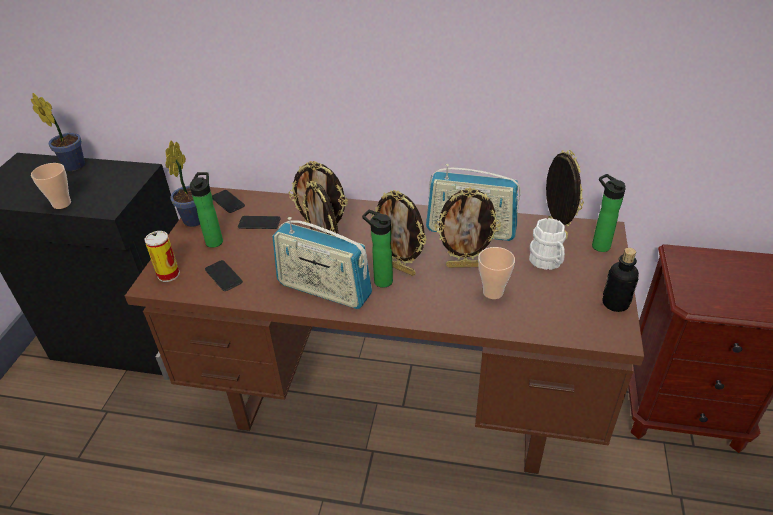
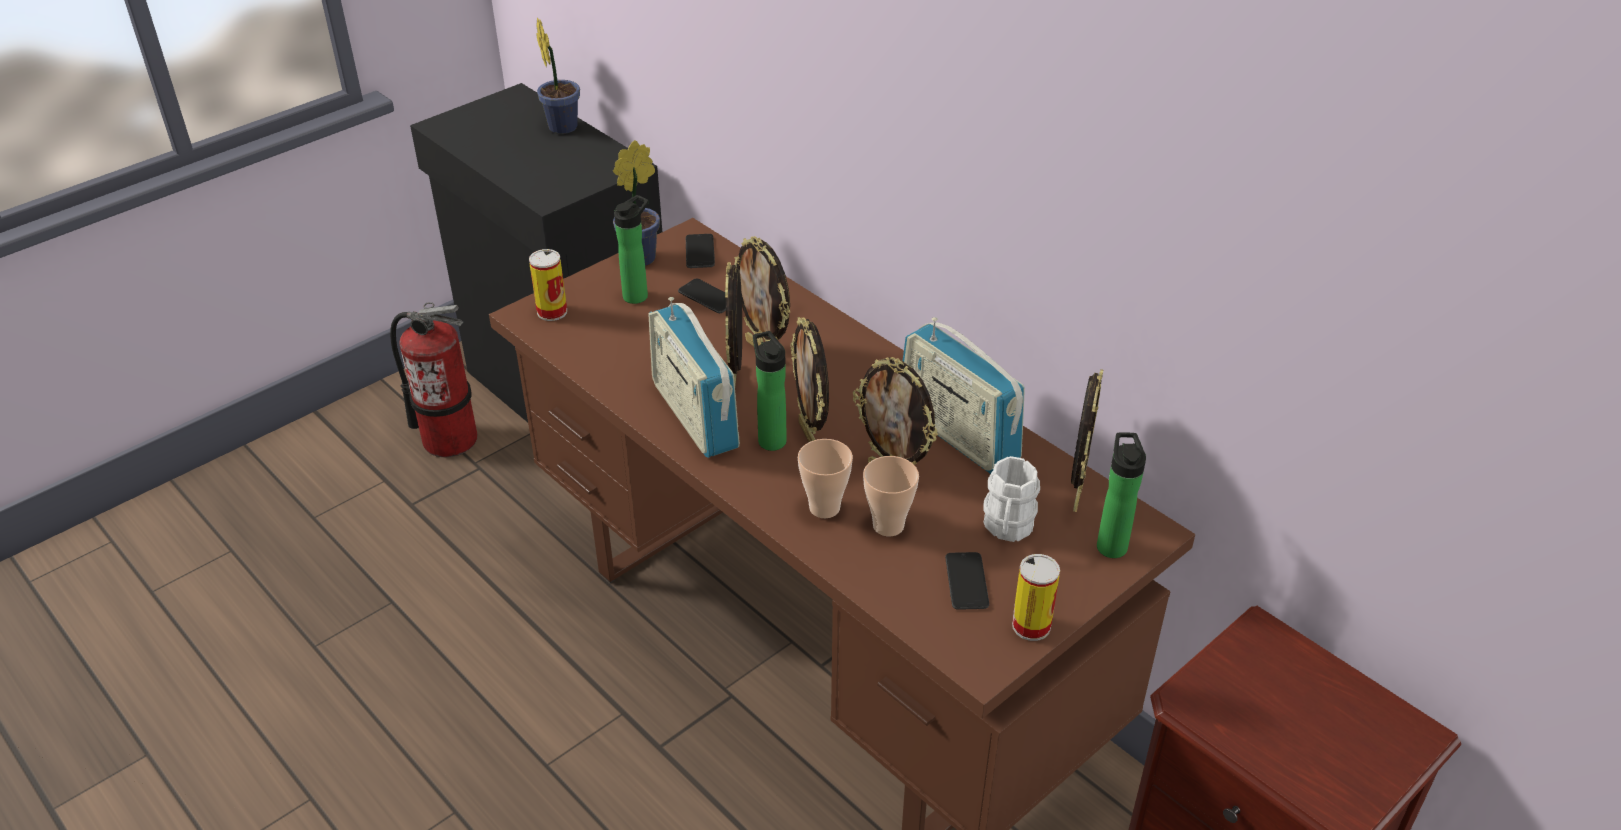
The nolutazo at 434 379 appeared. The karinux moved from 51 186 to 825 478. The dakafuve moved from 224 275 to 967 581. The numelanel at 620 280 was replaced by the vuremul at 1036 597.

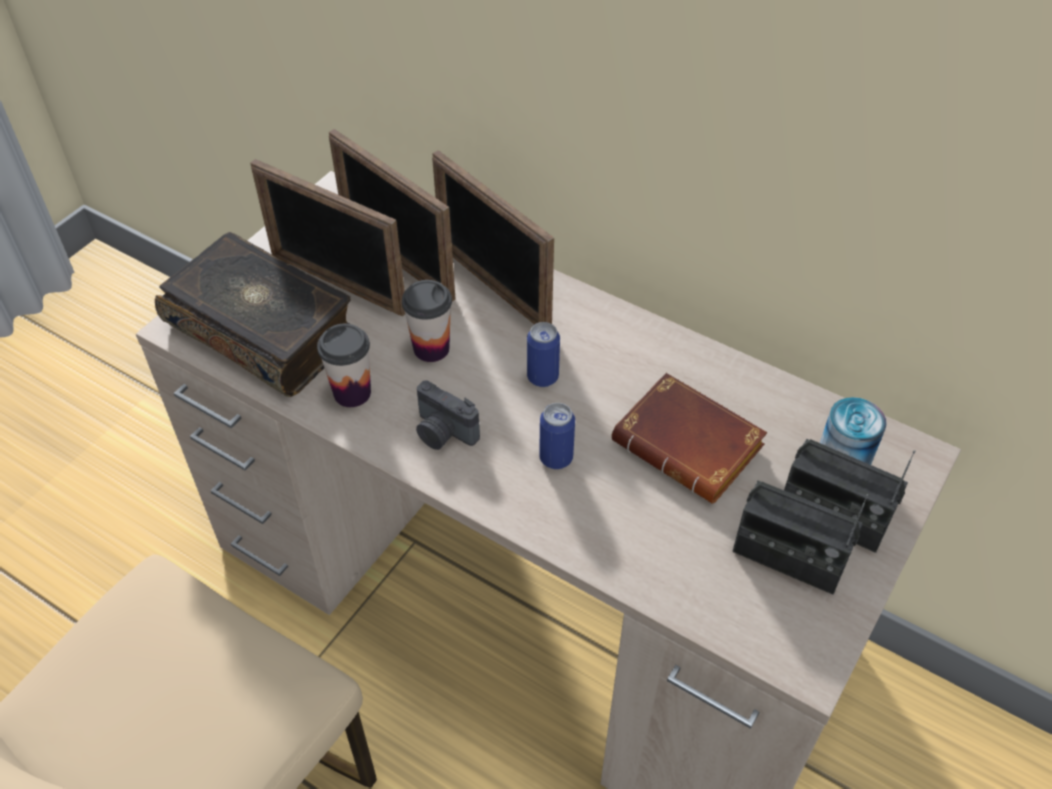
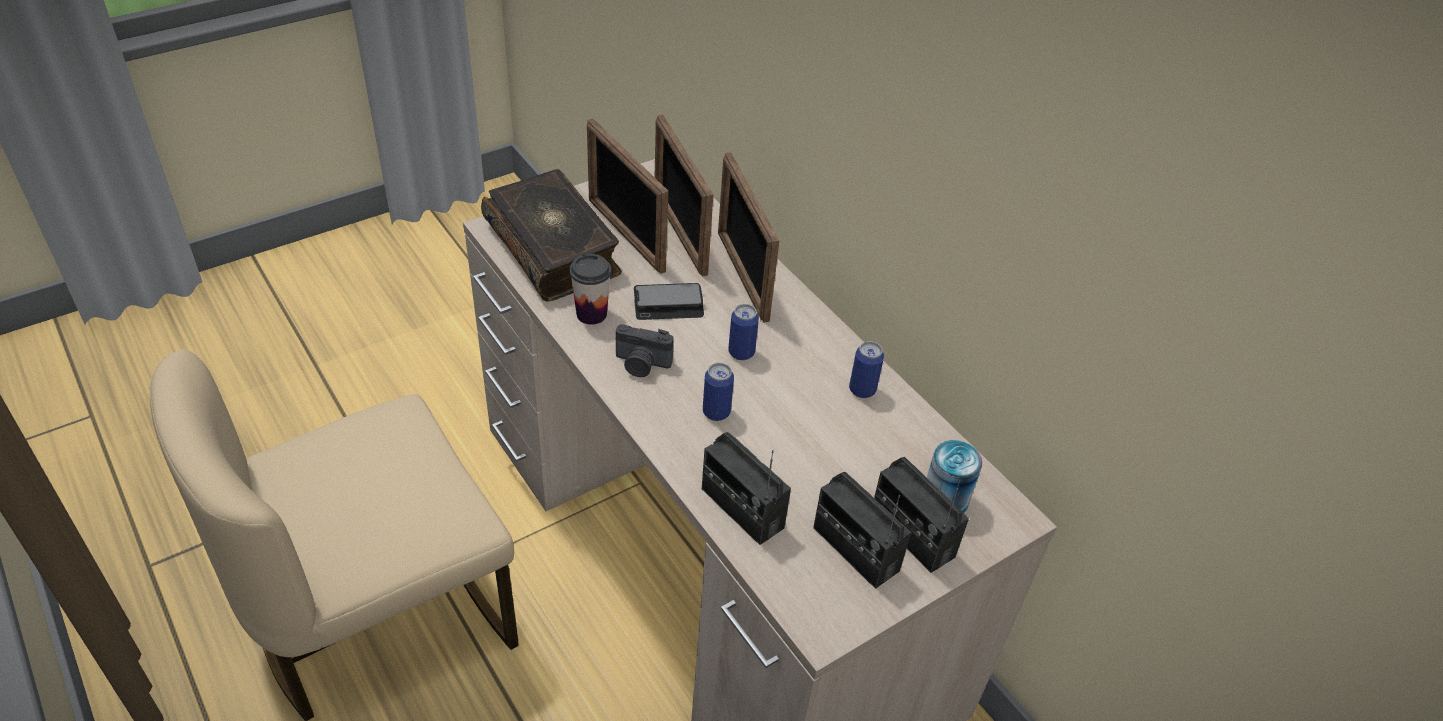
The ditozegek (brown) at 689 438 disappeared. The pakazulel at 746 488 appeared. The vuremul at 866 369 appeared. The karinux at 427 321 was replaced by the dakafuve at 669 301. The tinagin at 448 415 turned 45 degrees counterclockwise.

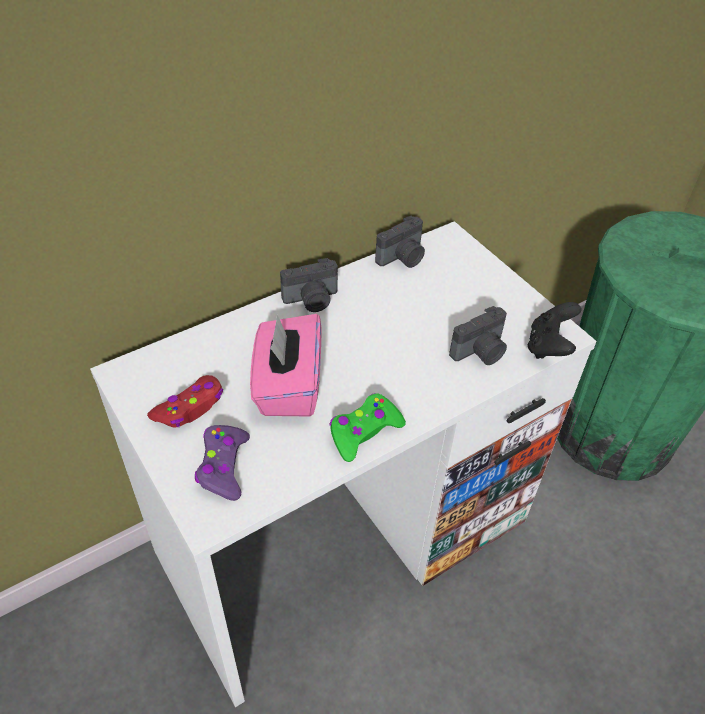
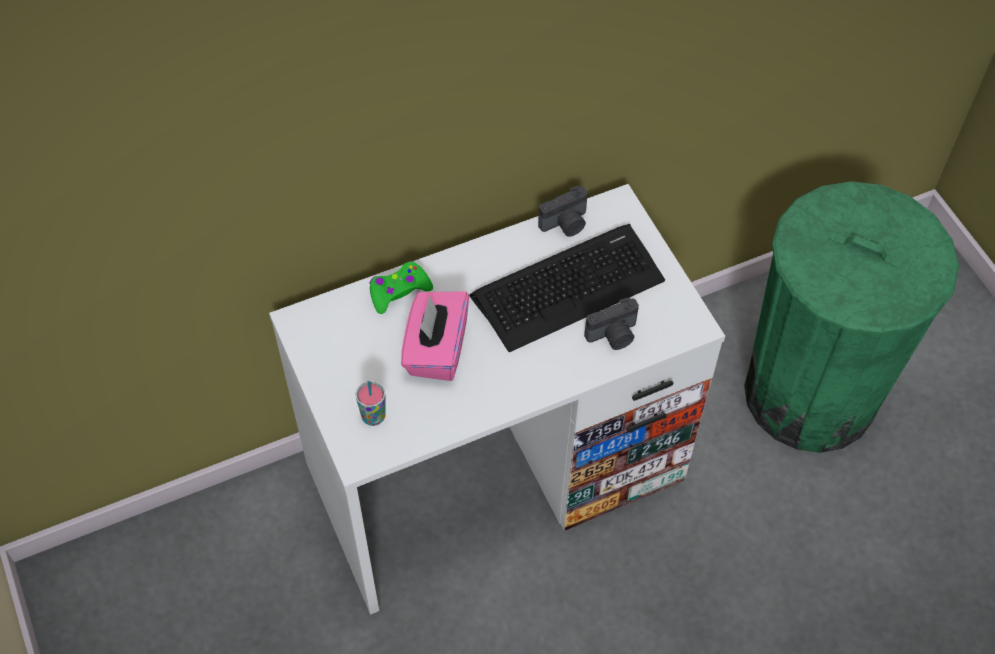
The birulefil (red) at 185 401 disappeared. The tinagin at 309 285 disappeared. The birulefil (black) at 554 330 disappeared. The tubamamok at 567 288 appeared. The birulefil (green) moved from 367 427 to 401 287. The birulefil (purple) at 222 463 was replaced by the karinux at 371 403.

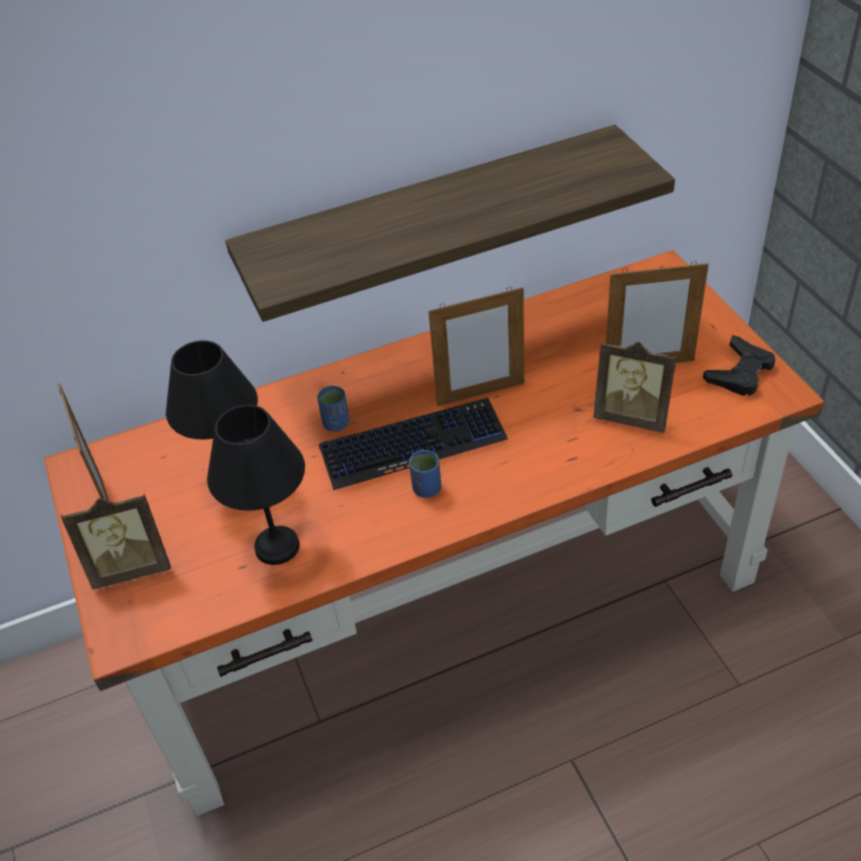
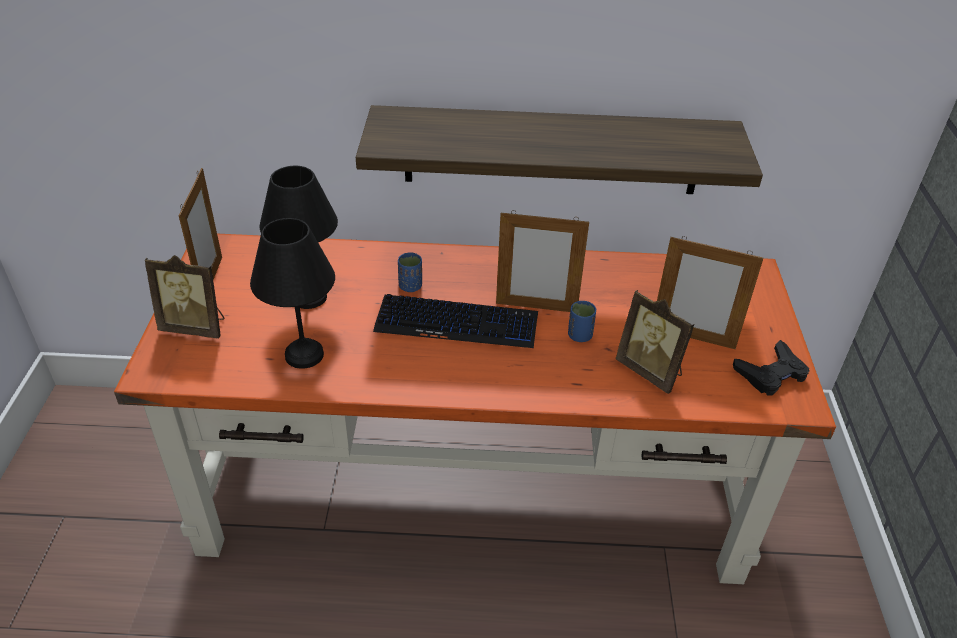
The karinux (blue) moved from 425 474 to 582 321.

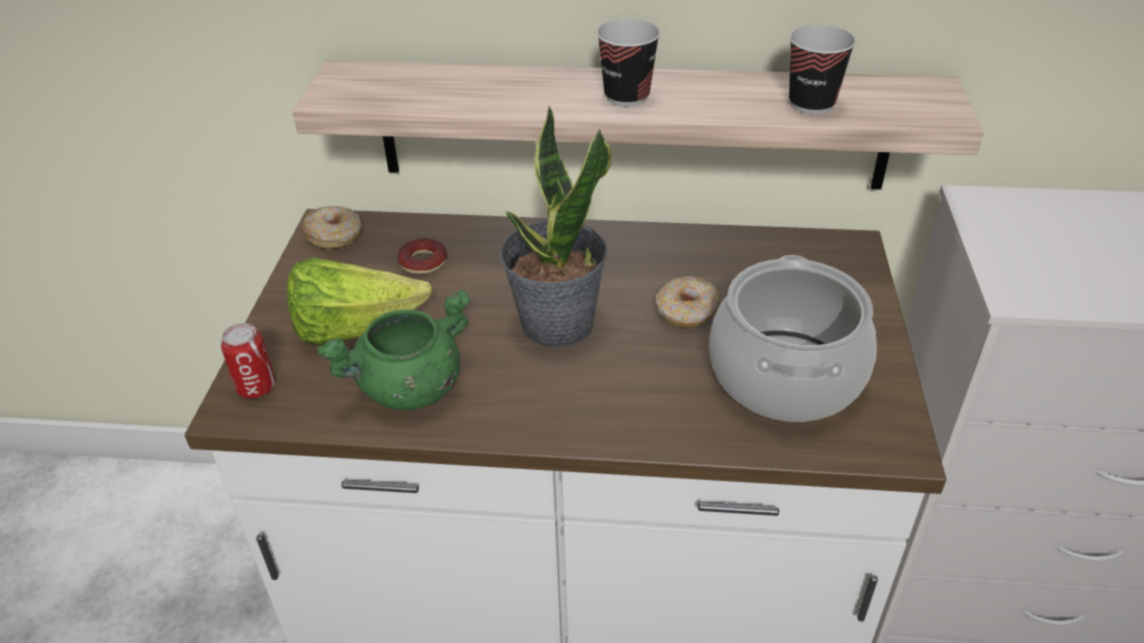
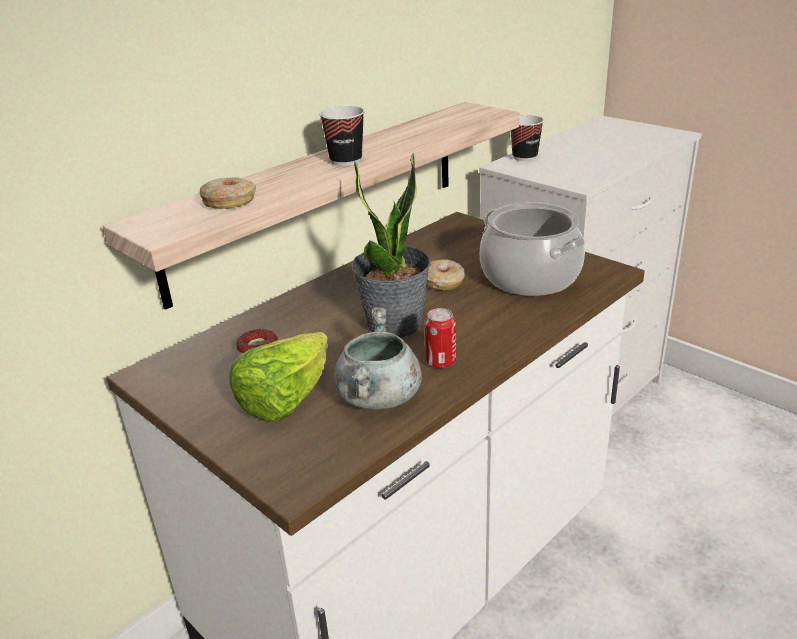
The vuremul moved from 248 360 to 440 338. The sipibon moved from 332 227 to 228 193. The karinux moved from 822 69 to 527 138. The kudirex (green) at 393 349 became the kudirex (grey) at 378 358.

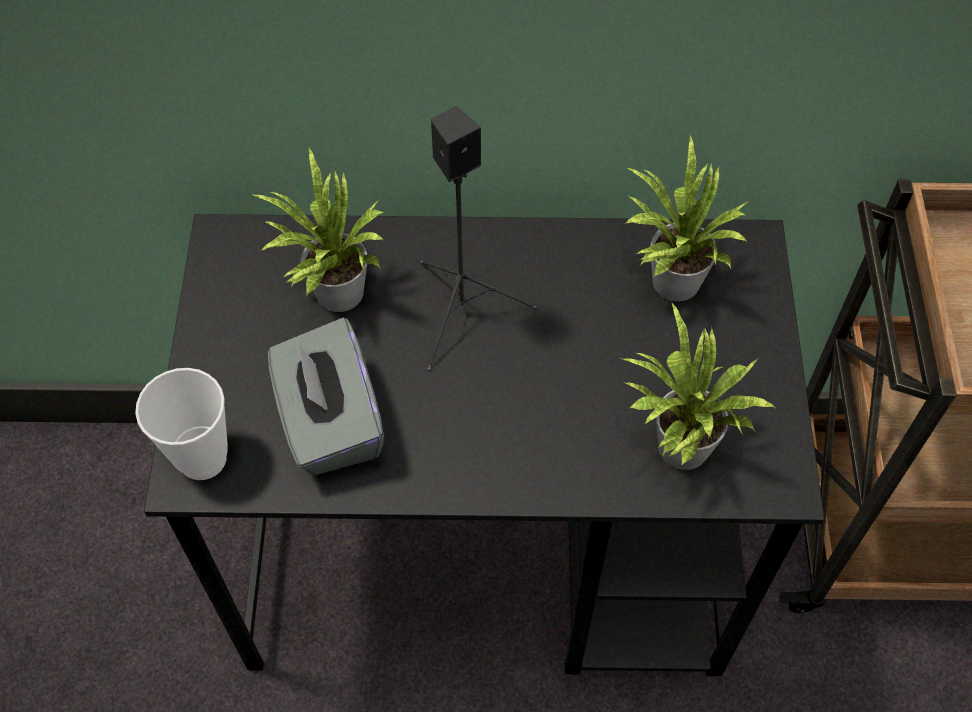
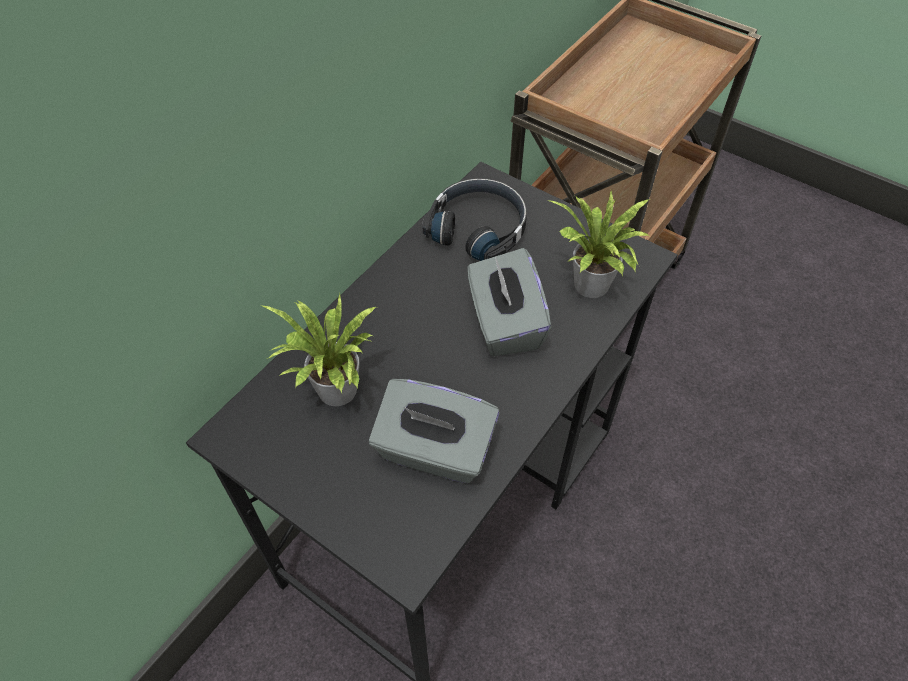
The karinux at 181 424 disappeared. The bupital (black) at 478 238 disappeared. The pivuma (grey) at 509 302 appeared. The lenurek at 687 218 was replaced by the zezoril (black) at 474 219.

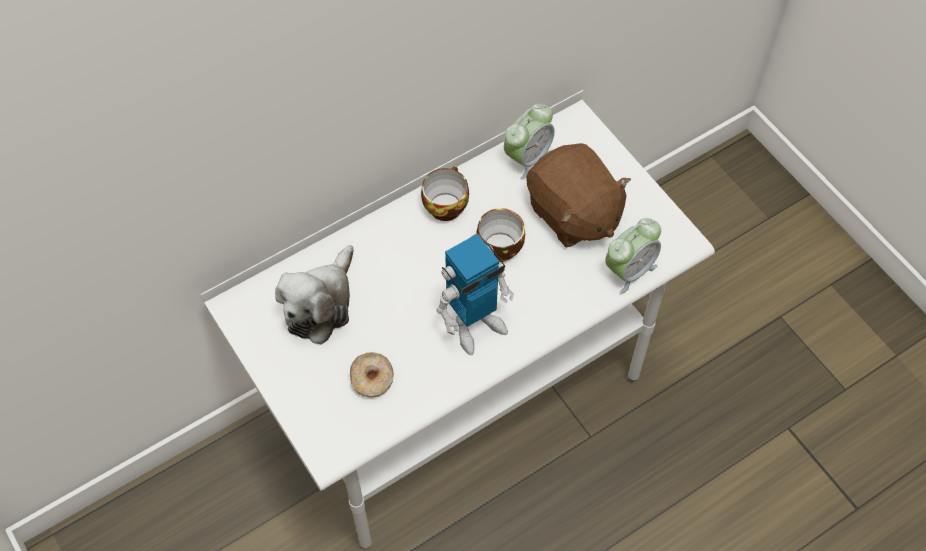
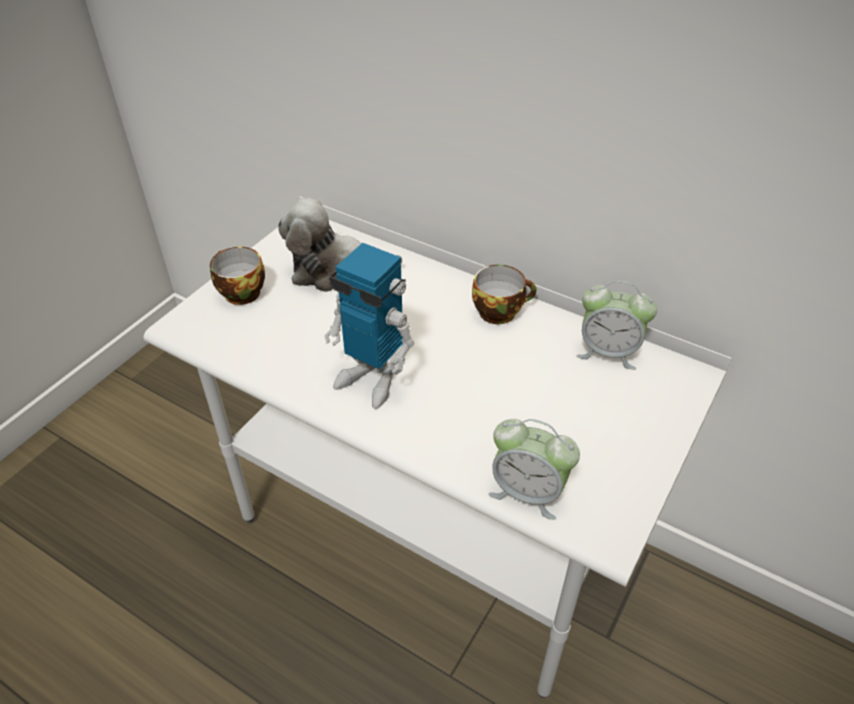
The sipibon at 372 375 disappeared. The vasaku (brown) at 579 195 disappeared. The karinux moved from 499 235 to 237 276.

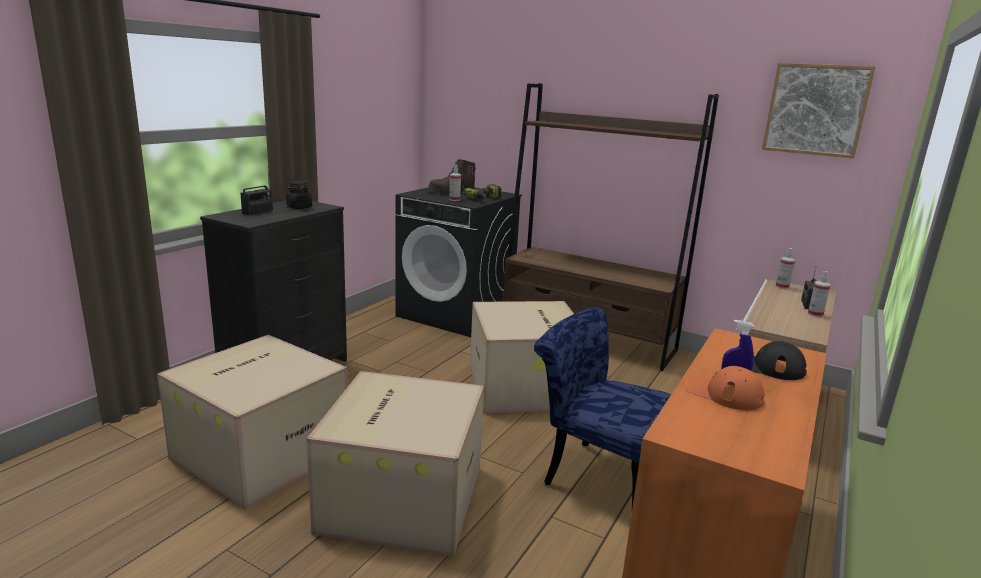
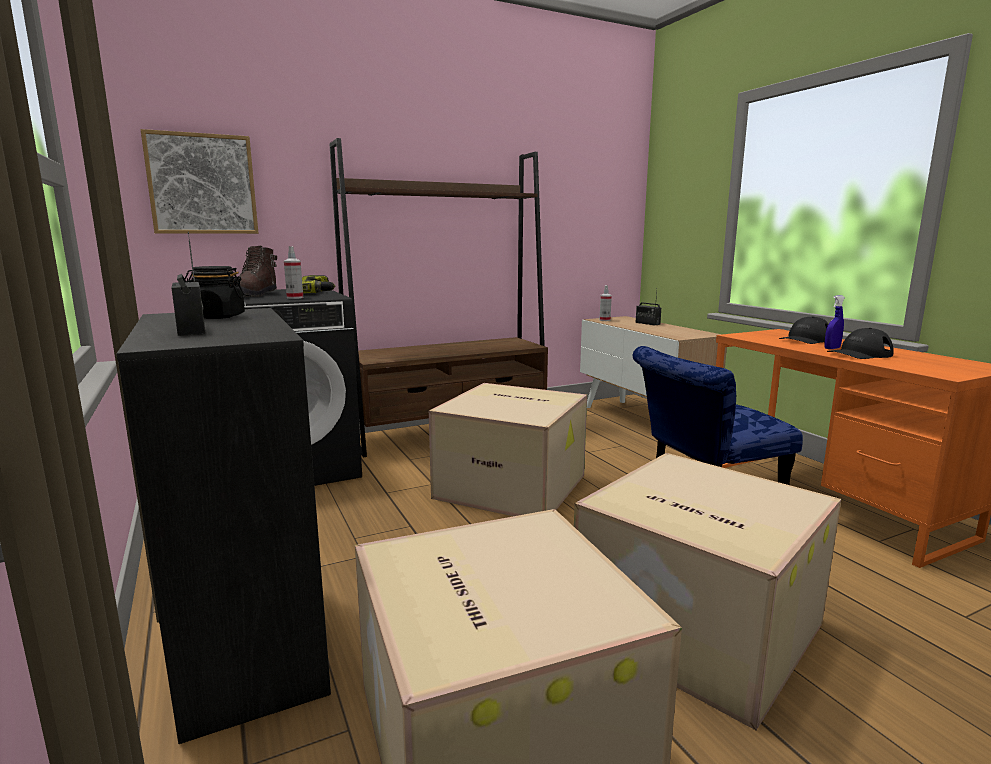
The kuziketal at 819 294 disappeared. The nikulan moved from 818 110 to 199 181. The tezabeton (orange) at 724 388 became the tezabeton (black) at 860 343.

